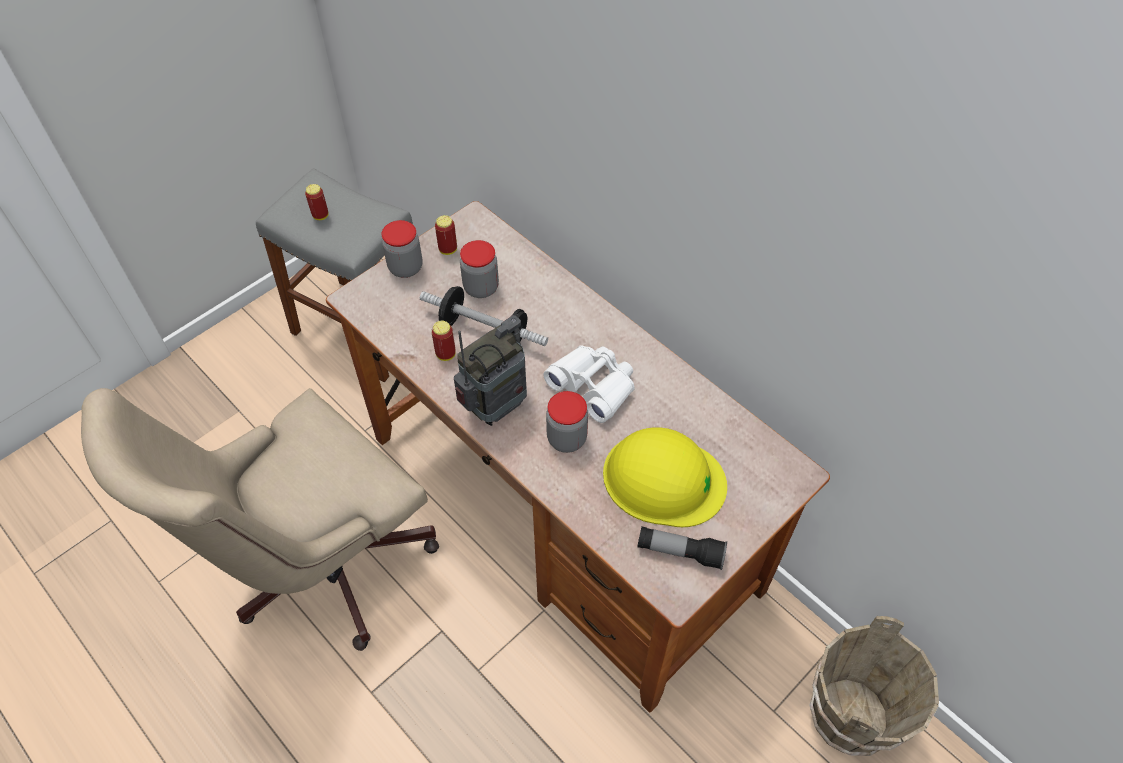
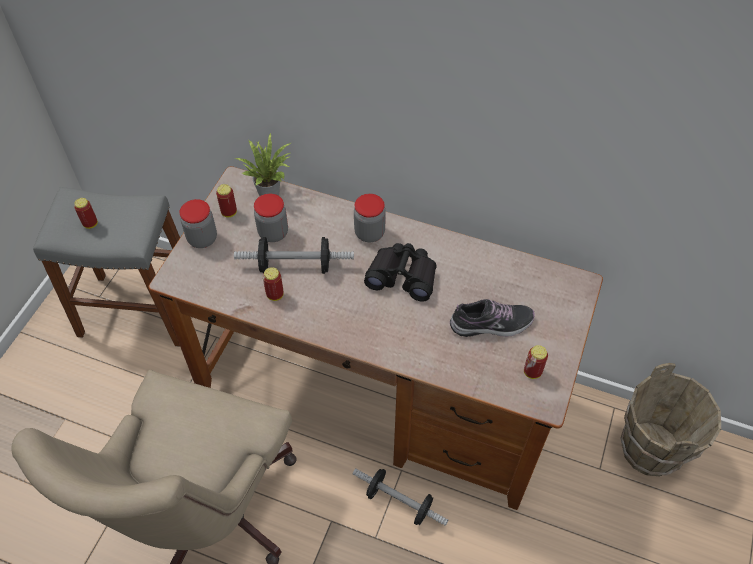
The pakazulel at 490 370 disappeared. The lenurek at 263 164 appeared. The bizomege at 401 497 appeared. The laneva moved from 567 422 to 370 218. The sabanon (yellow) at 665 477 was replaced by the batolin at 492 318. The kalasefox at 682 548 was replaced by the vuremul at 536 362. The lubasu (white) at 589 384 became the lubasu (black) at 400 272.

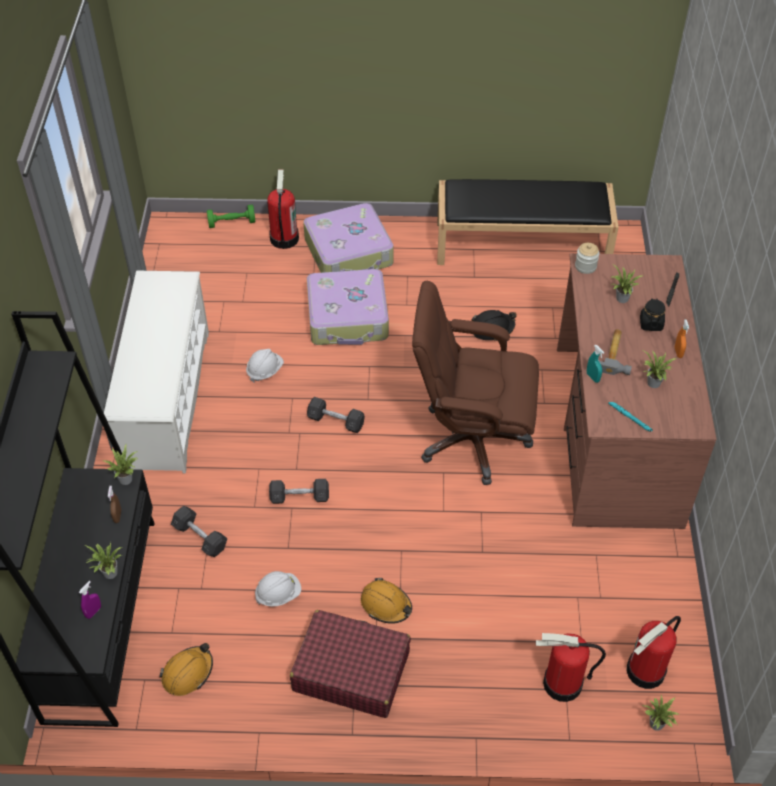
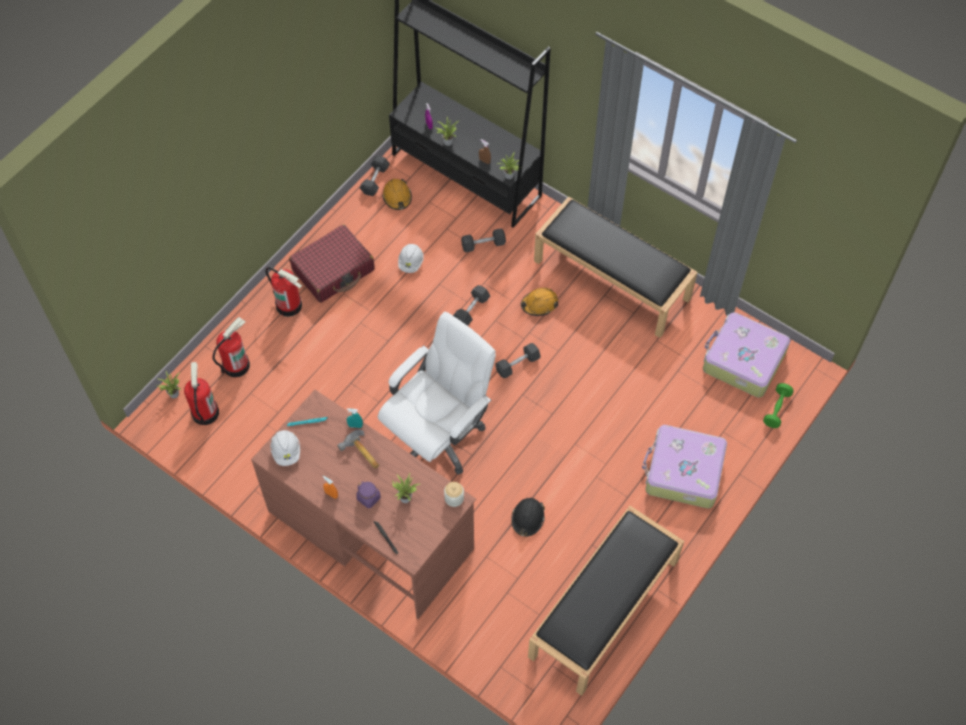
The lenurek at 660 369 disappeared. The bizomege (grey) at 375 176 appeared. The sabanon (white) moved from 265 366 to 285 448. The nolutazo moved from 283 209 to 283 292. The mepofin moved from 348 307 to 746 354. The sabanon (orange) moved from 386 601 to 539 302. The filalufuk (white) at 156 372 was replaced by the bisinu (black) at 616 267. The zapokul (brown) at 475 383 became the zapokul (white) at 437 393. The laneva (black) at 653 315 became the laneva (purple) at 368 495.

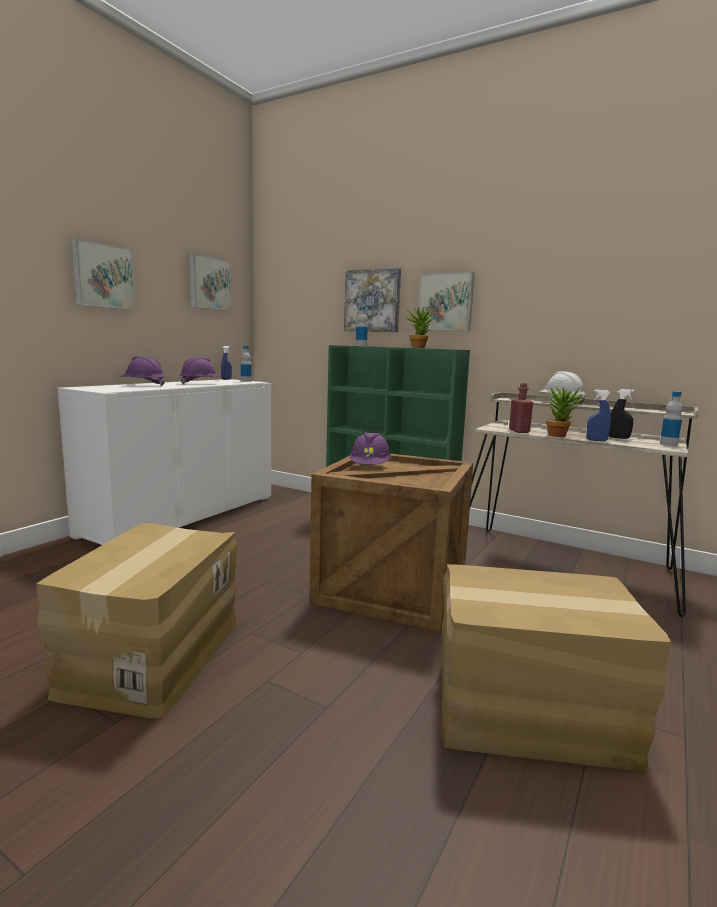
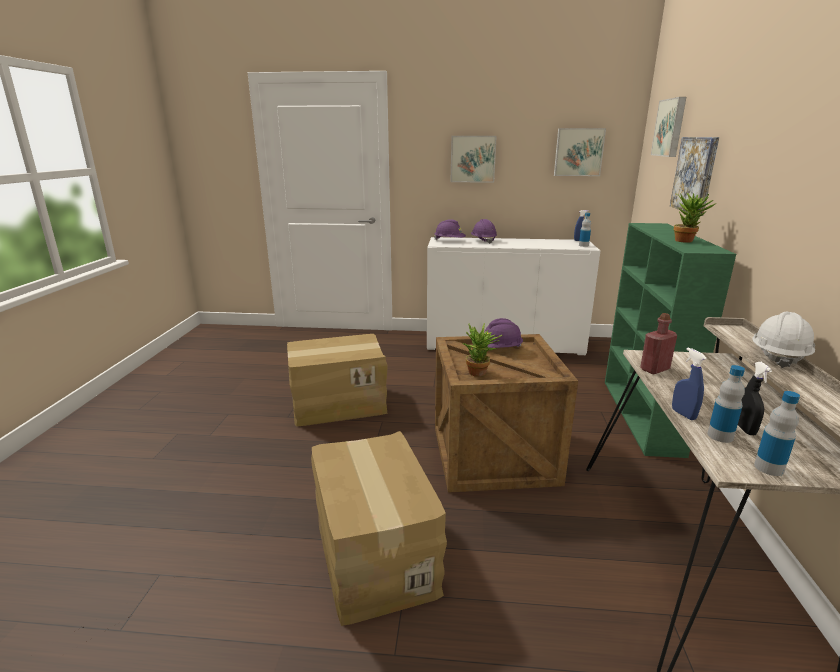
The sabanon (purple) moved from 200 371 to 450 229. The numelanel moved from 362 326 to 726 404. The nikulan moved from 446 301 to 668 127. The lenurek moved from 566 412 to 482 350.

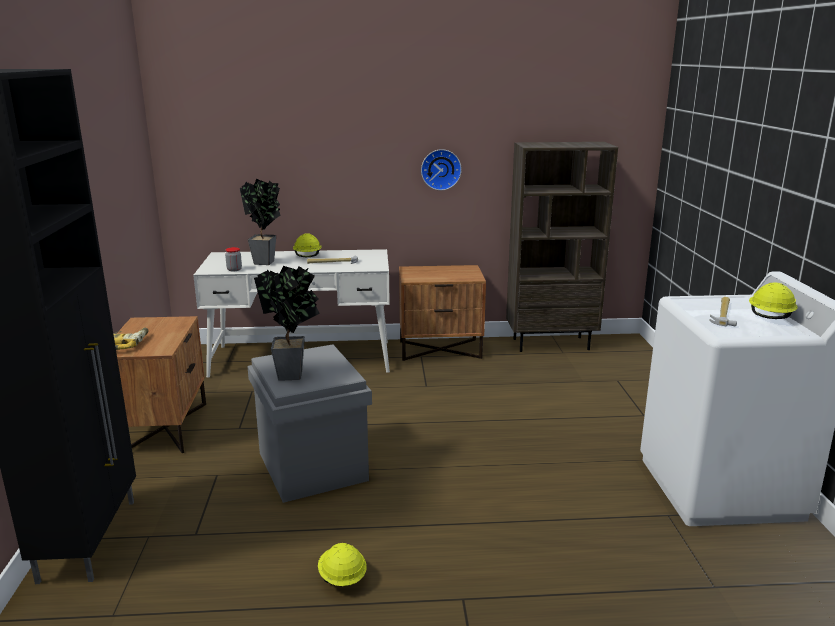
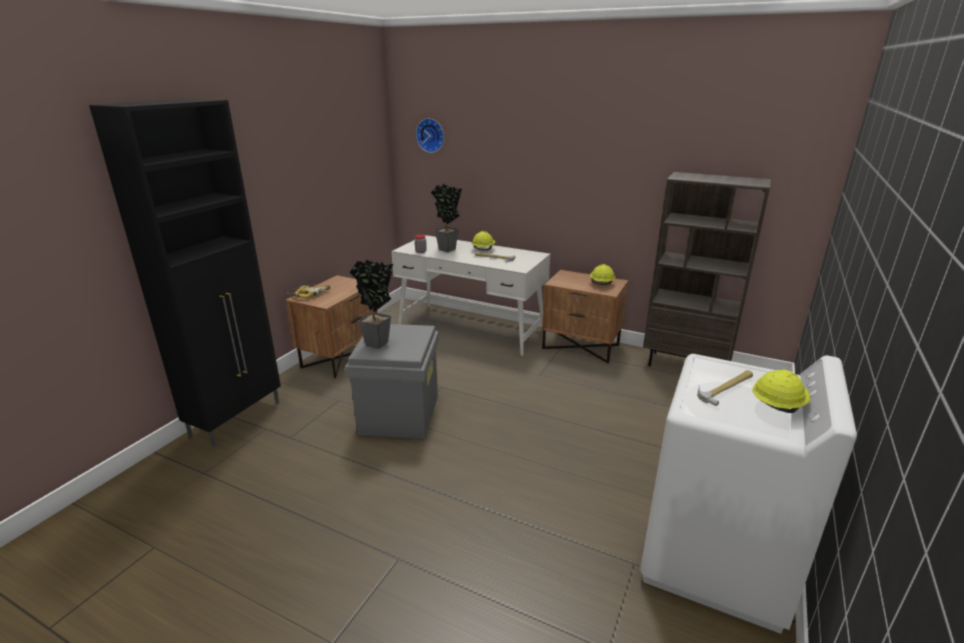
The sabanon (yellow) moved from 342 564 to 602 274. The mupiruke moved from 441 169 to 430 135.

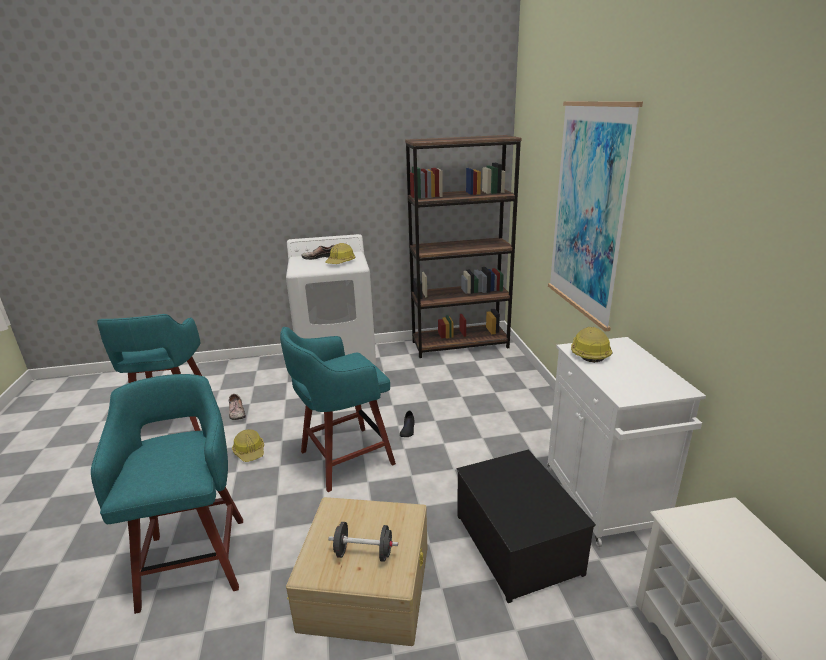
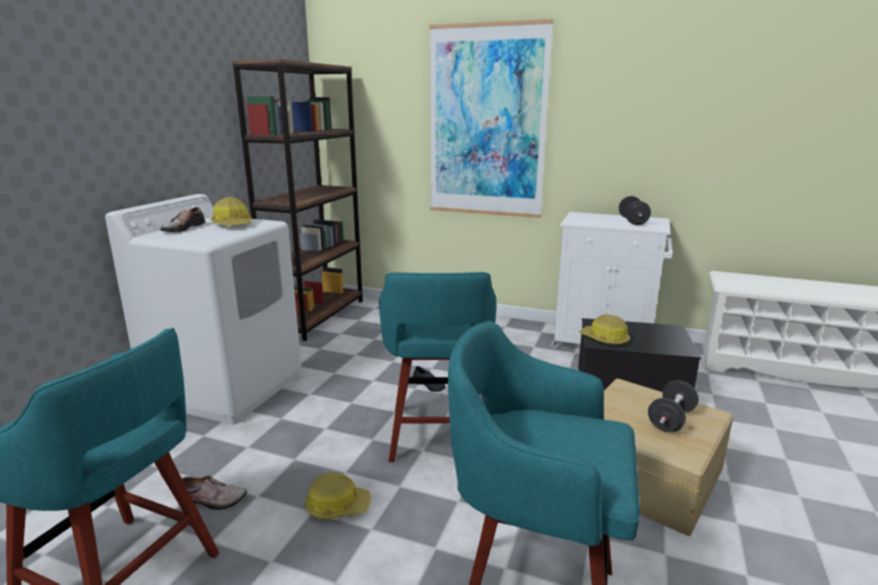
The bizomege (black) at 635 210 appeared. The sabanon moved from 592 345 to 605 330.

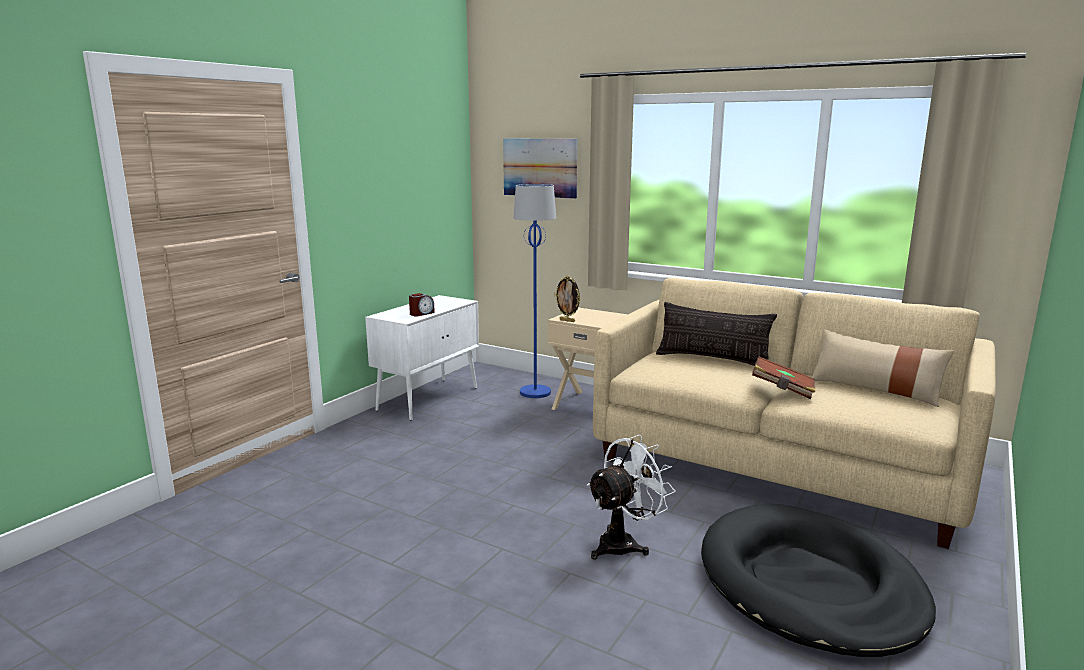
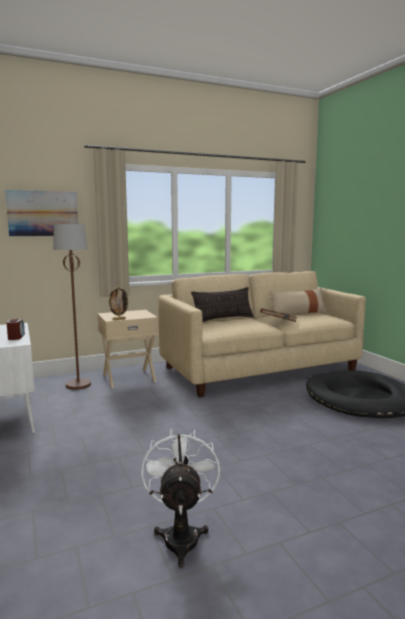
The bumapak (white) moved from 631 497 to 180 498. The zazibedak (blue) at 534 291 became the zazibedak (brown) at 72 307.

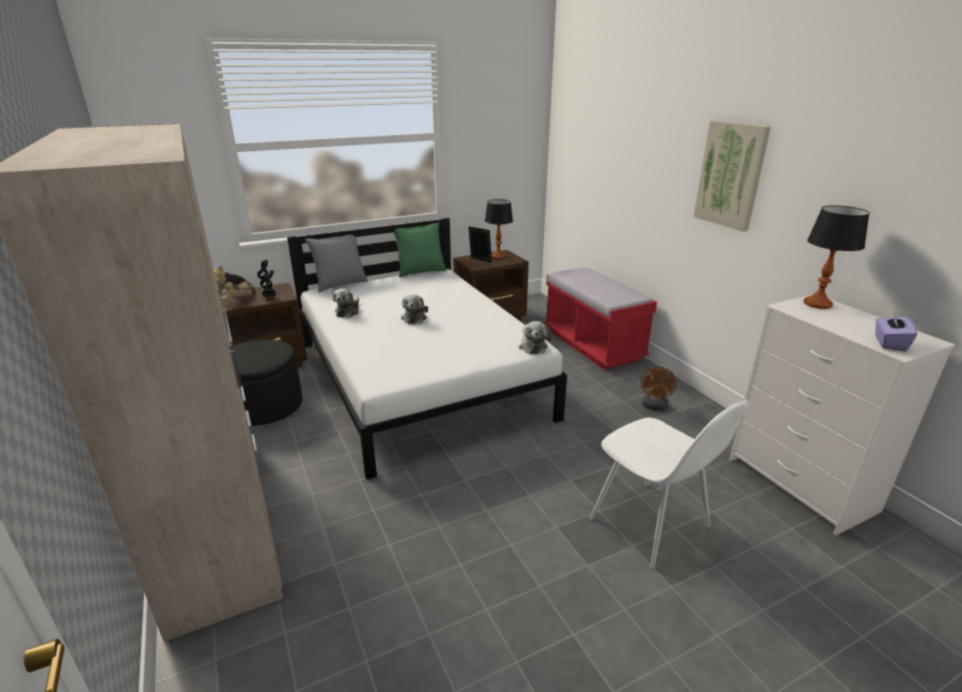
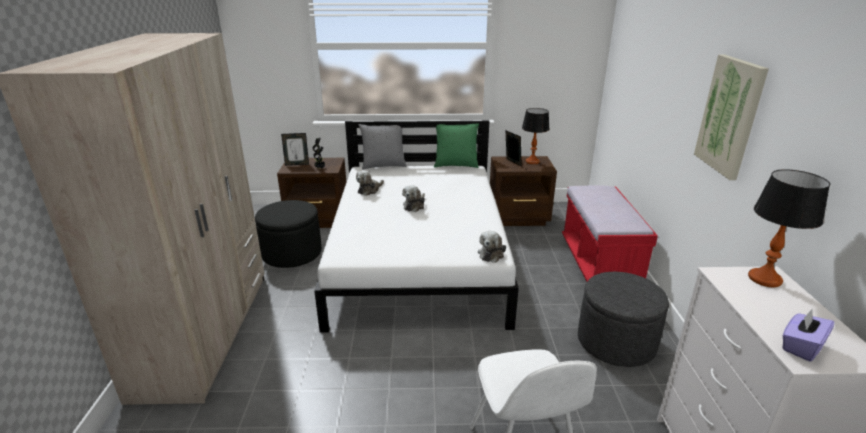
The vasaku at 234 282 was replaced by the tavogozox at 295 149. The bumapak (brown) at 659 389 was replaced by the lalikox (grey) at 623 319.

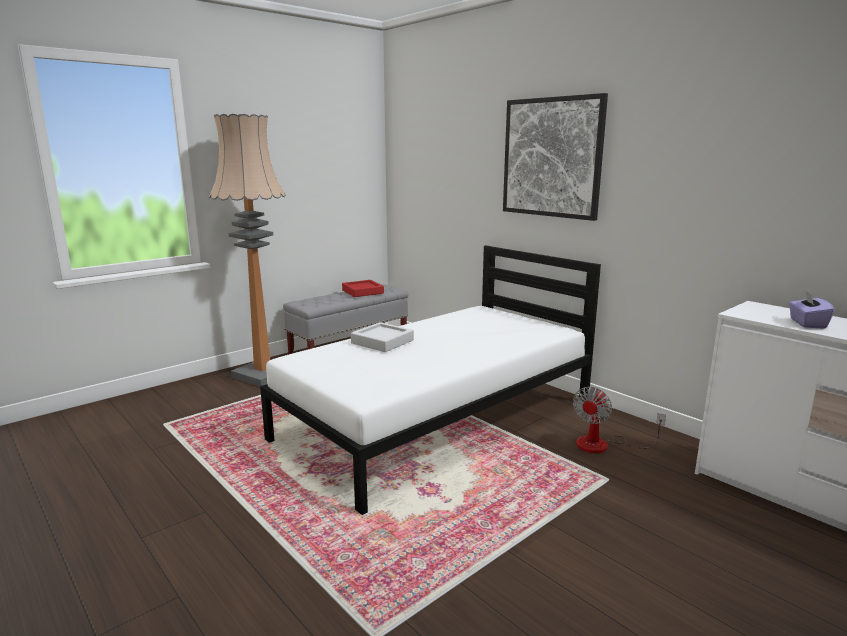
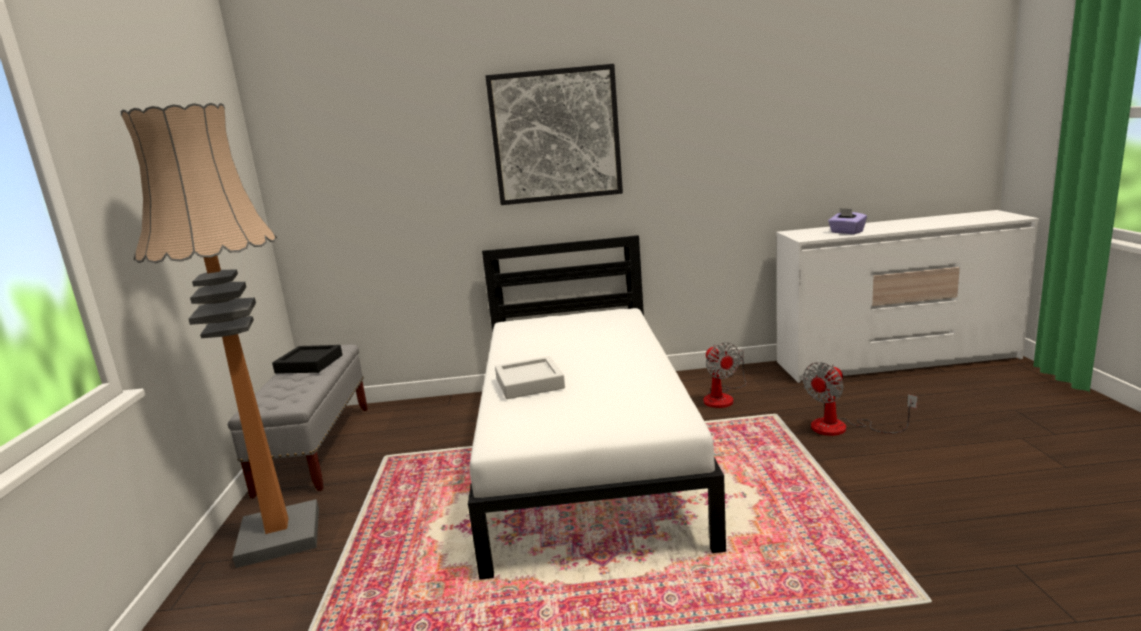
The bumapak at 860 399 appeared. The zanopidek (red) at 363 288 became the zanopidek (black) at 307 359.

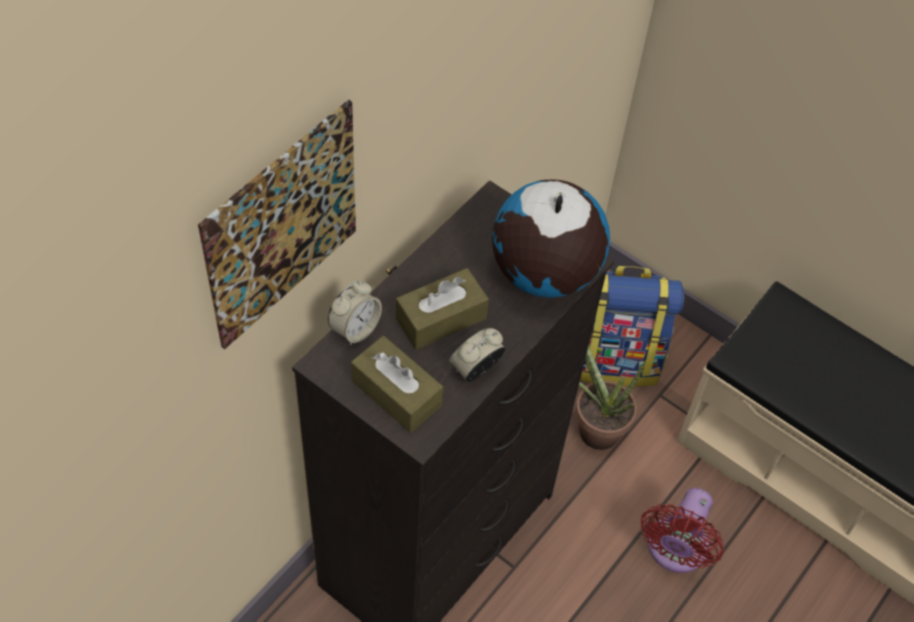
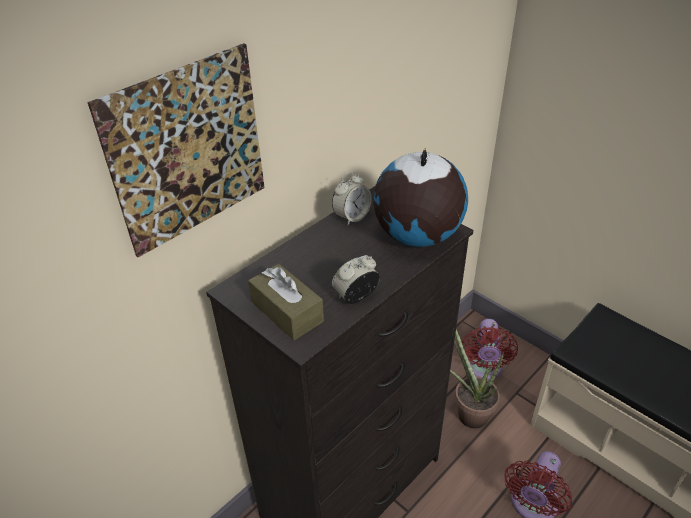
The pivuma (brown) at 442 309 disappeared. The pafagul moved from 355 313 to 352 199. The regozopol at 632 326 was replaced by the bumapak (red) at 490 349.

